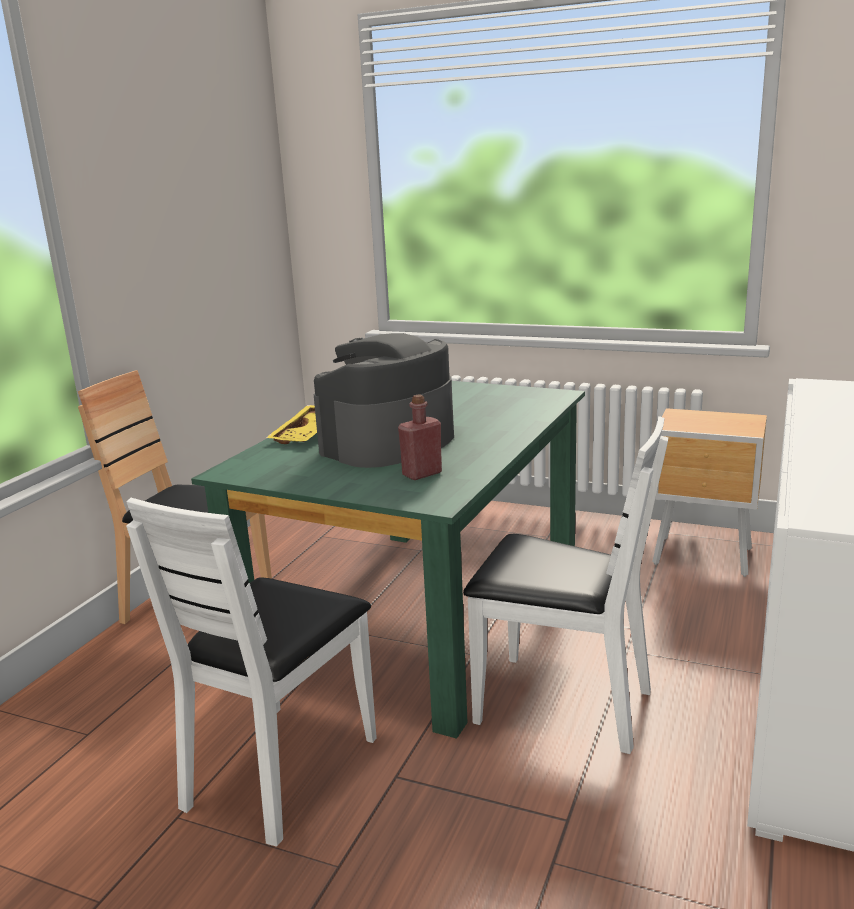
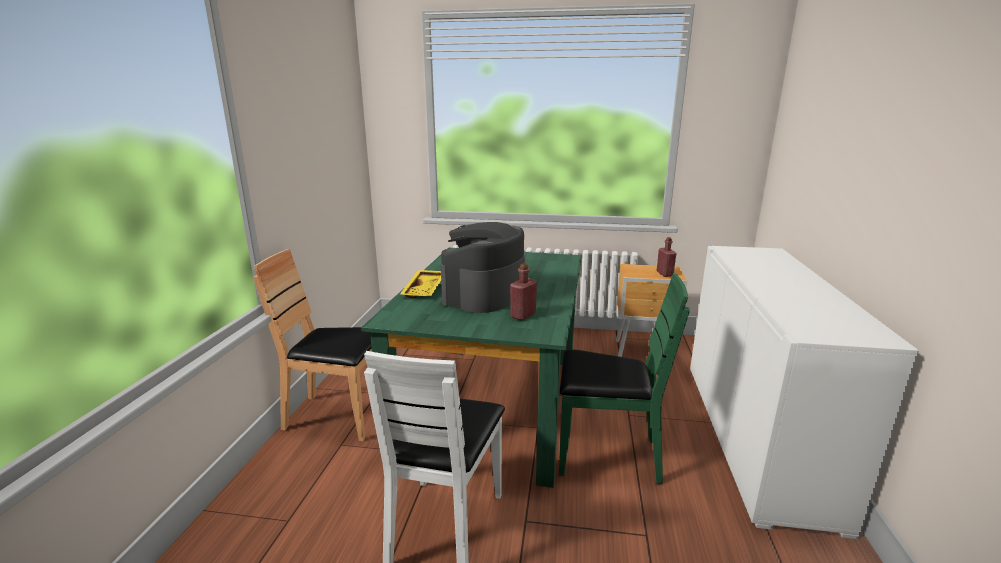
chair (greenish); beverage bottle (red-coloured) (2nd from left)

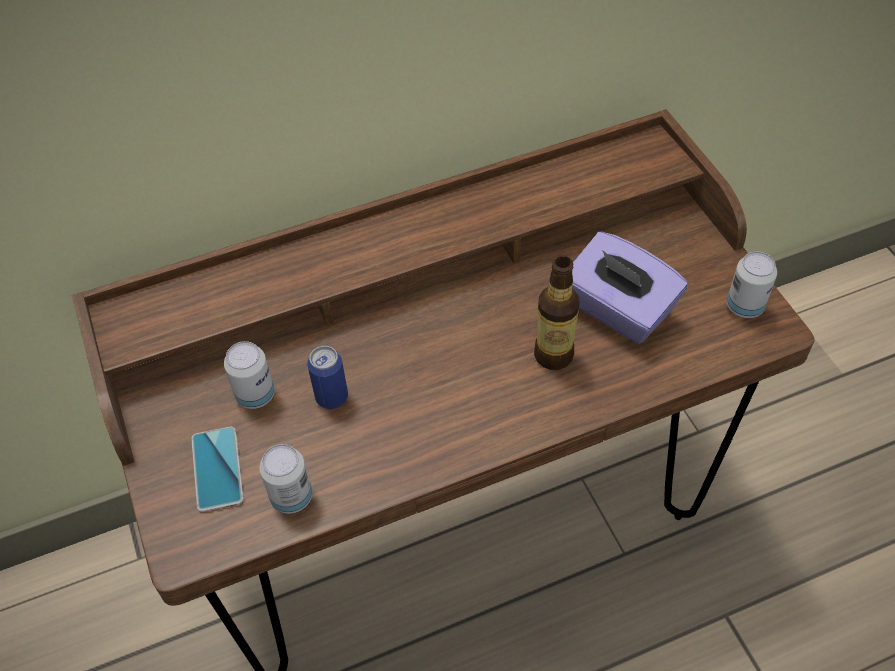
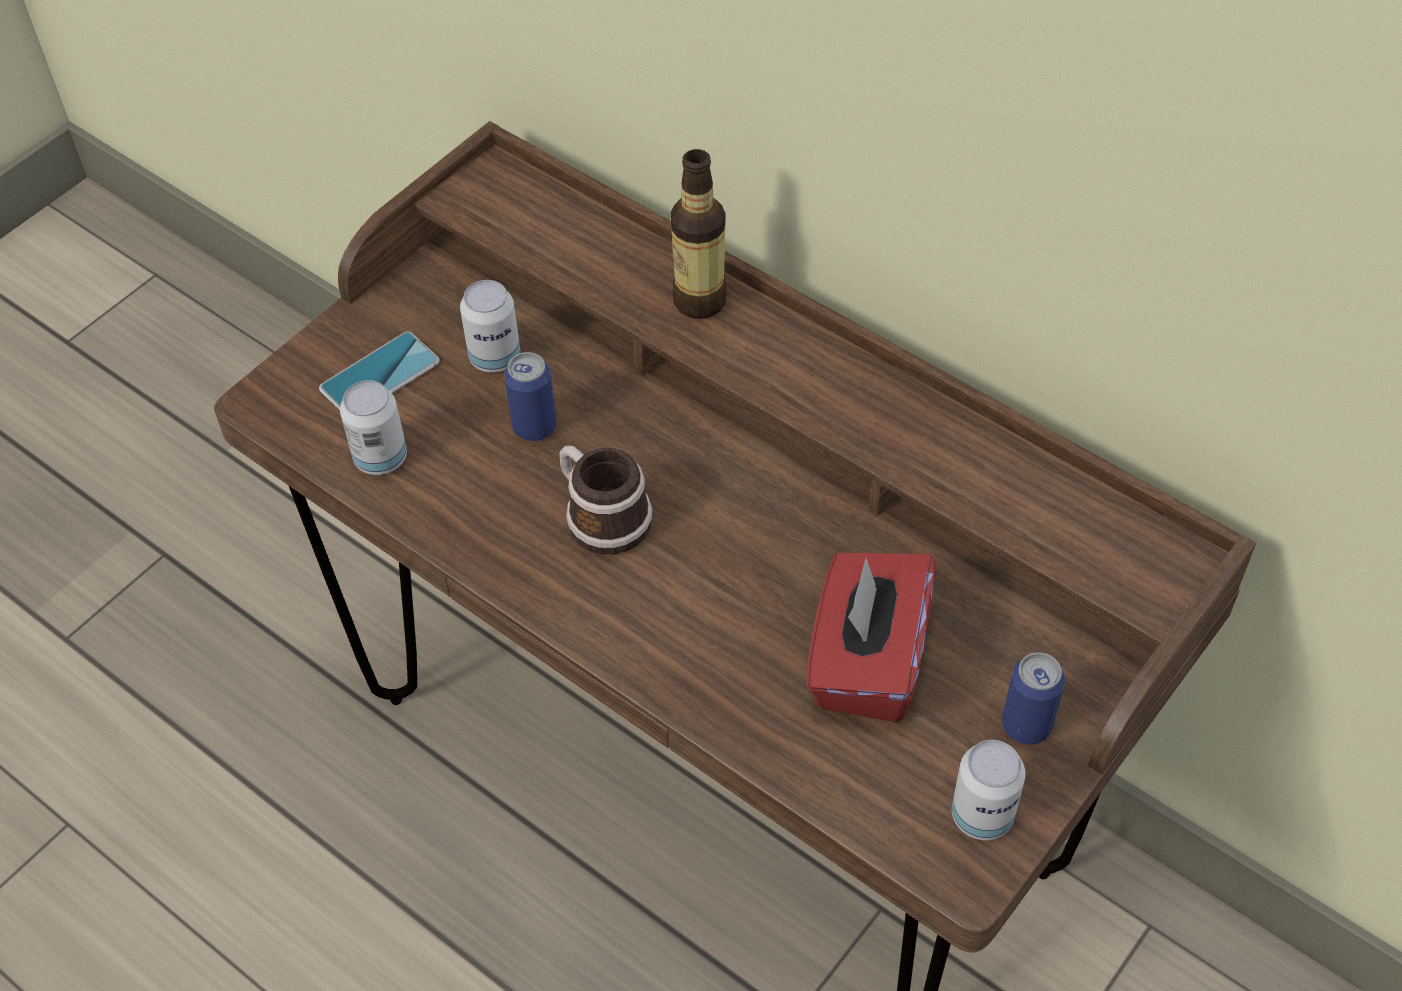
beverage bottle; tissue holder (red-coloured); mug; metal can (5th from left)

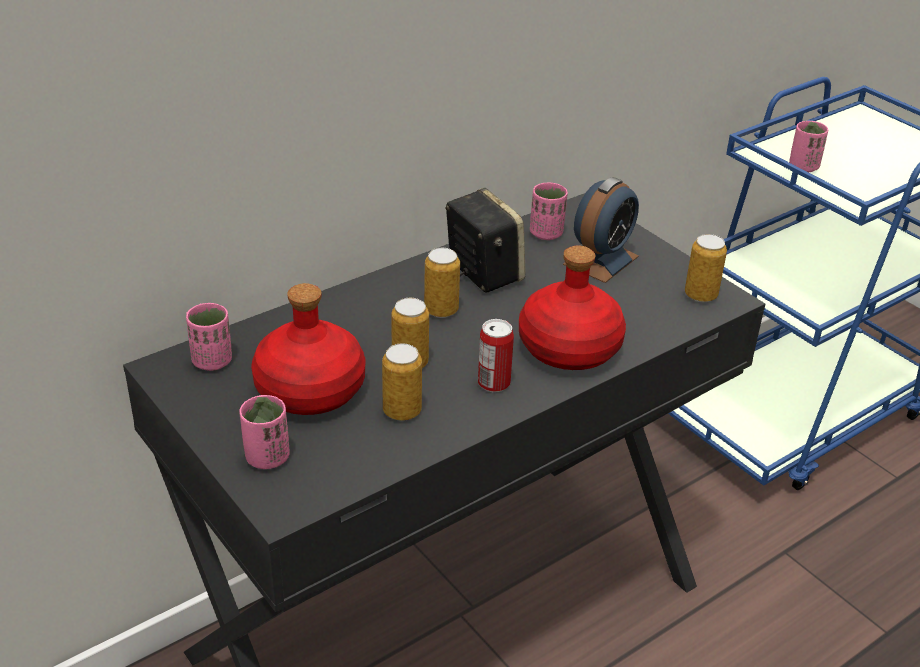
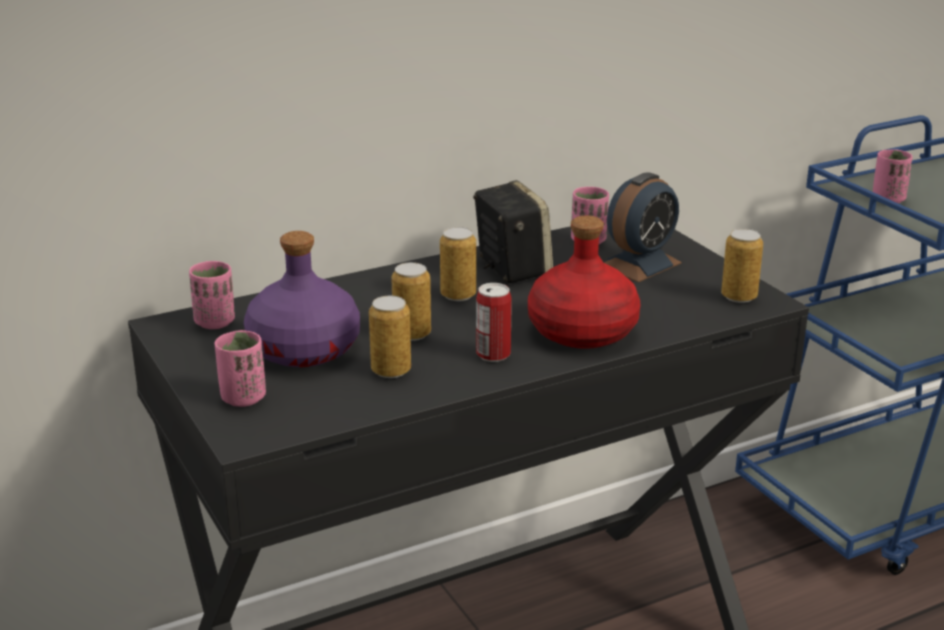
beverage bottle (purple-coloured)

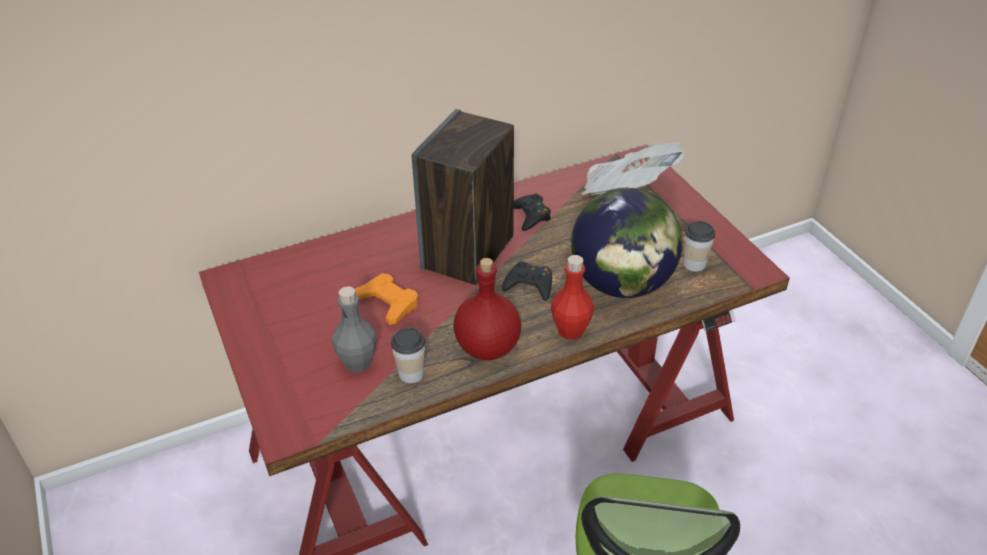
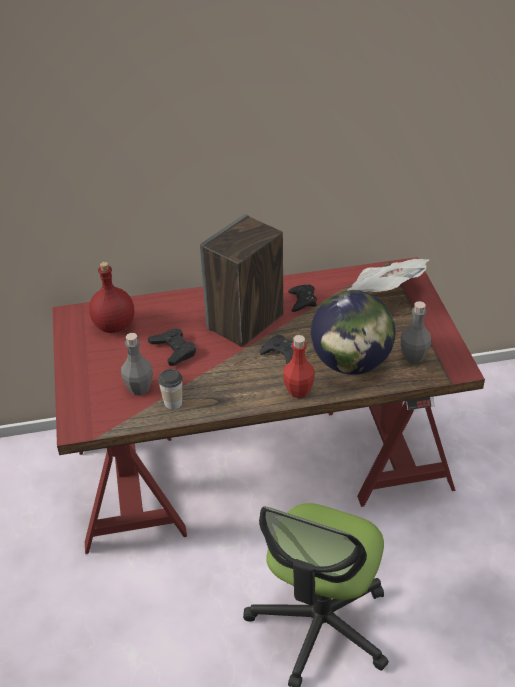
joypad (black-coloured) (1st from left); beverage bottle (red-coloured) (1st from left); beverage bottle (grey) (2nd from left)

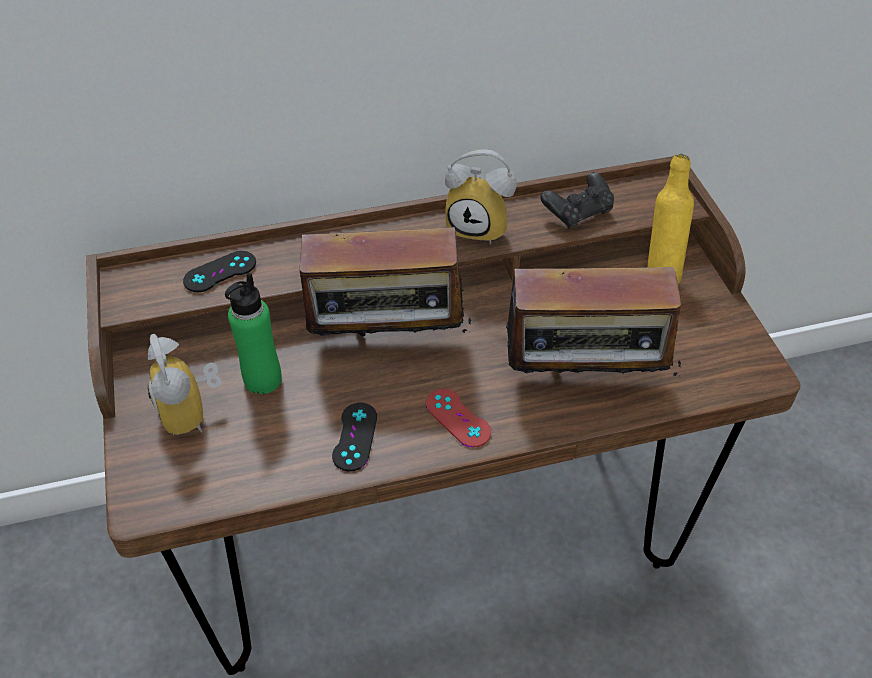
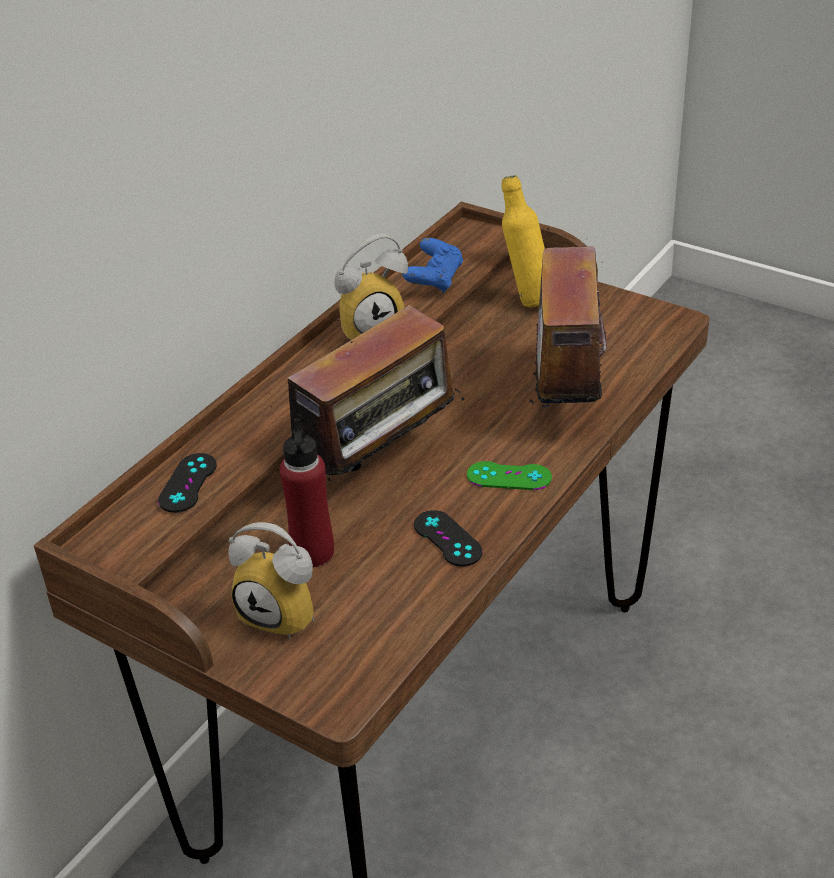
beverage bottle (red-coloured); joypad (greenish); radio (2nd from left); joypad (blue-coloured)

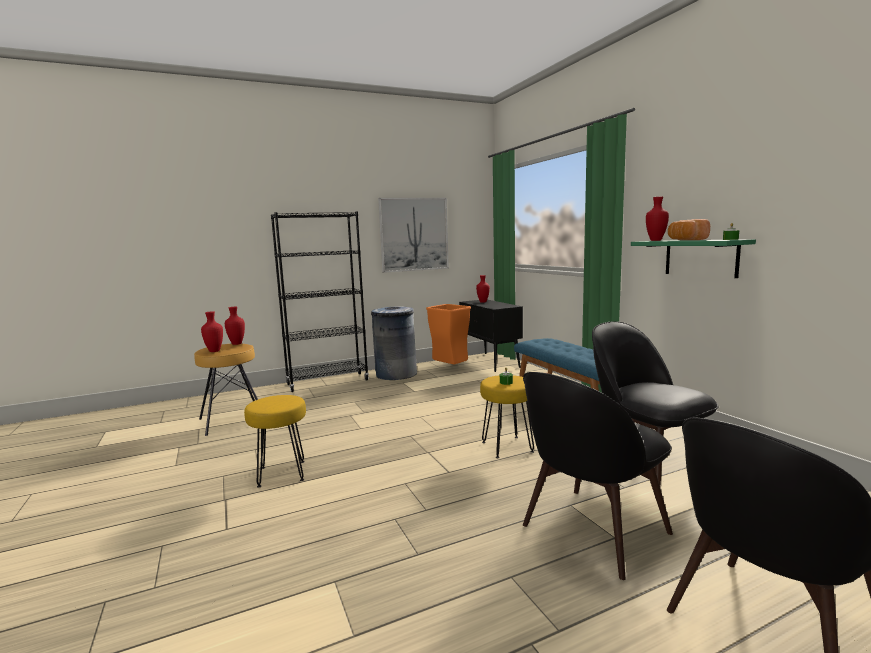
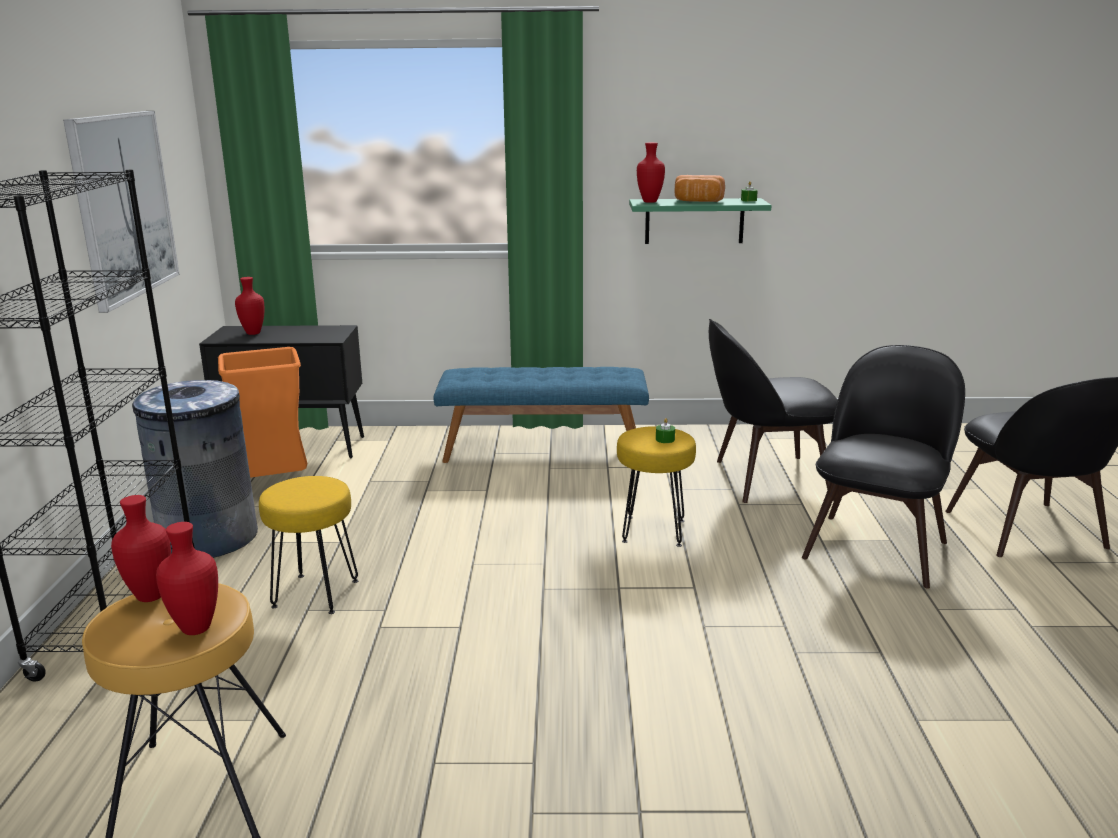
stool seat (yellow) (1st from left); chair (black-coloured) (2nd from left)

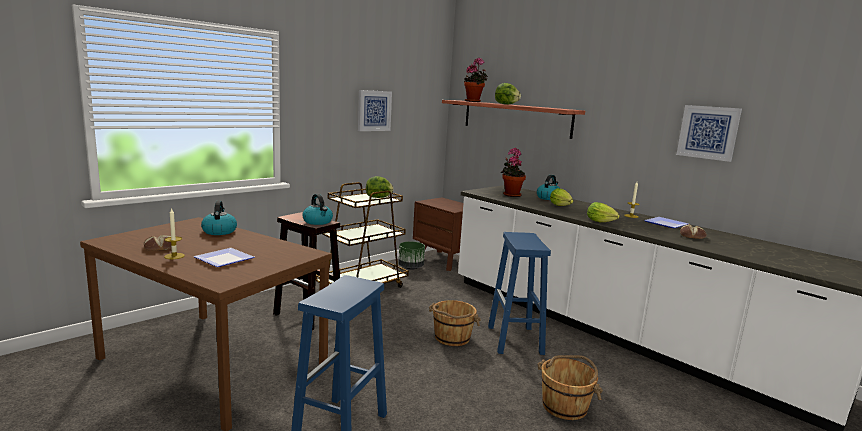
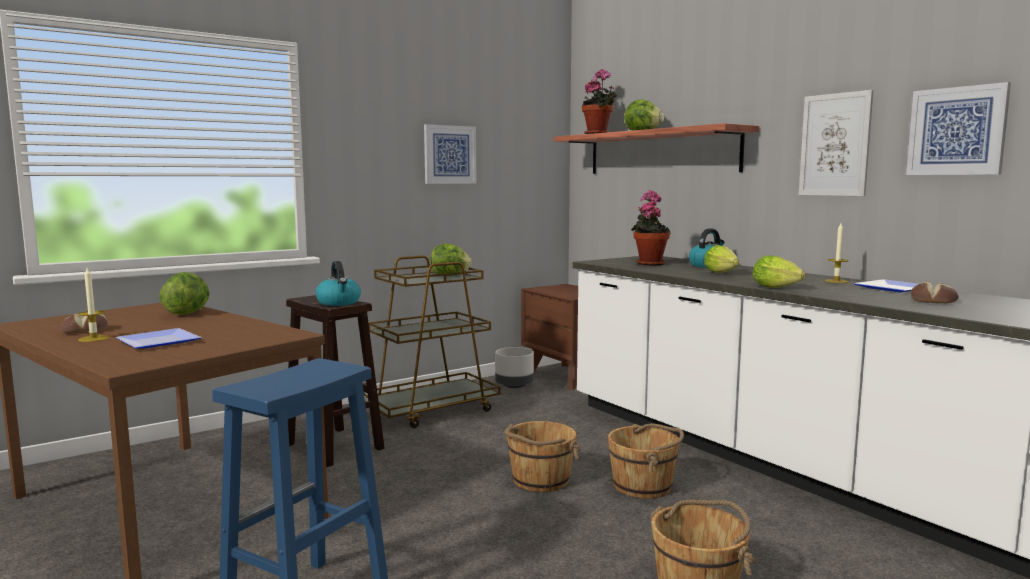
head of lettuce (1st from left); flower pot (grey); pail (brown) (2nd from left); picture (2nd from left)

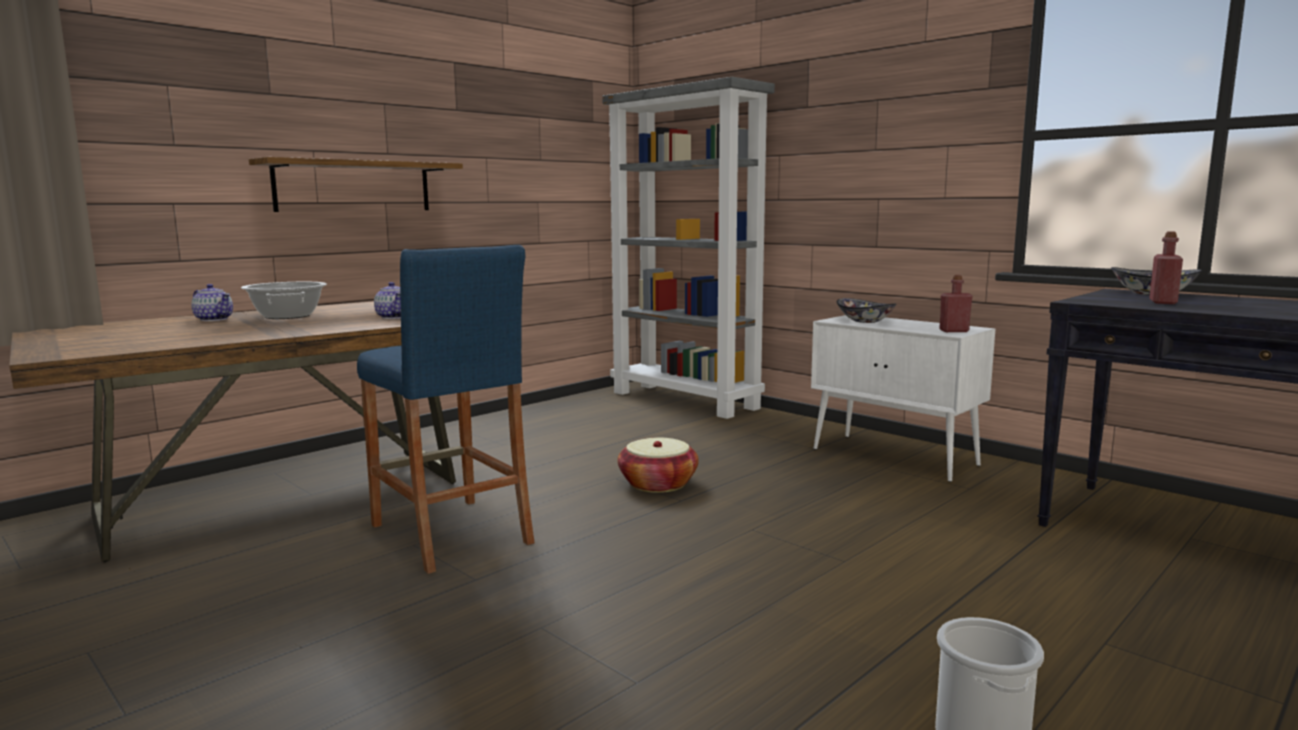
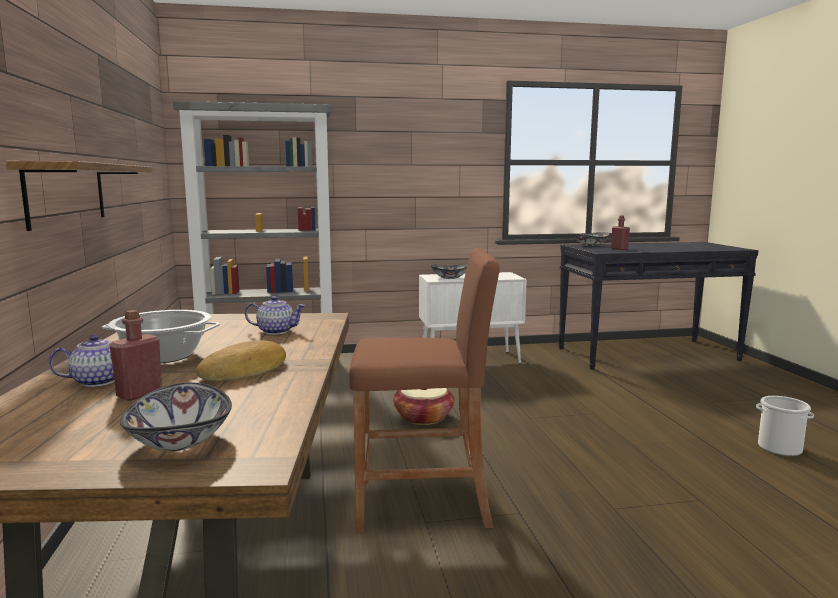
stool seat (brown); beverage bottle (red-coloured) (1st from left); bowl (1st from left); bread

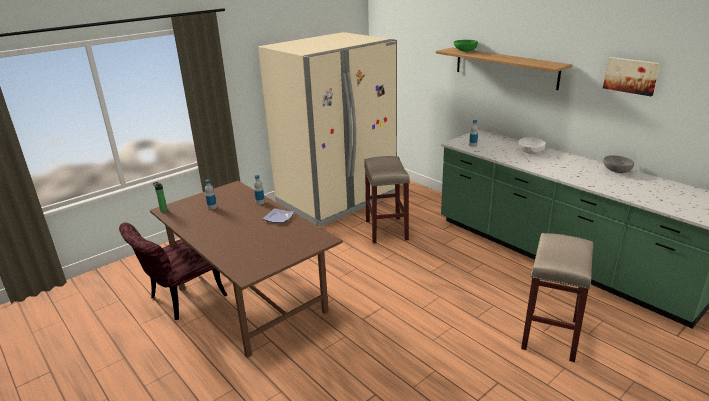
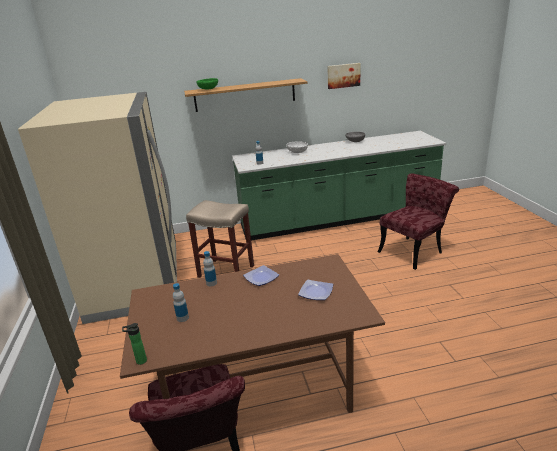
chair (red-coloured) (2nd from left); flat dish (2nd from left)

